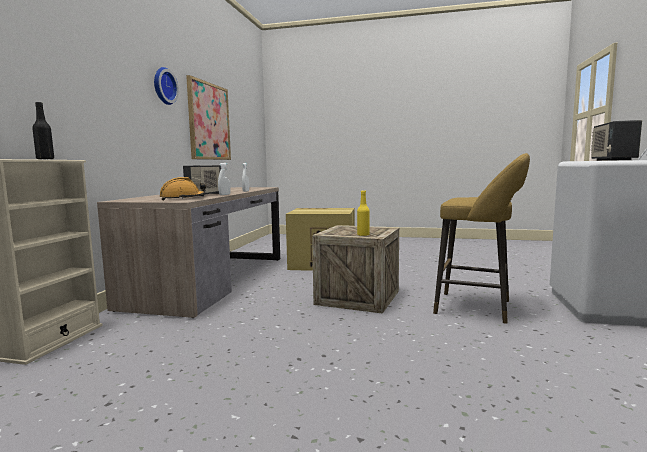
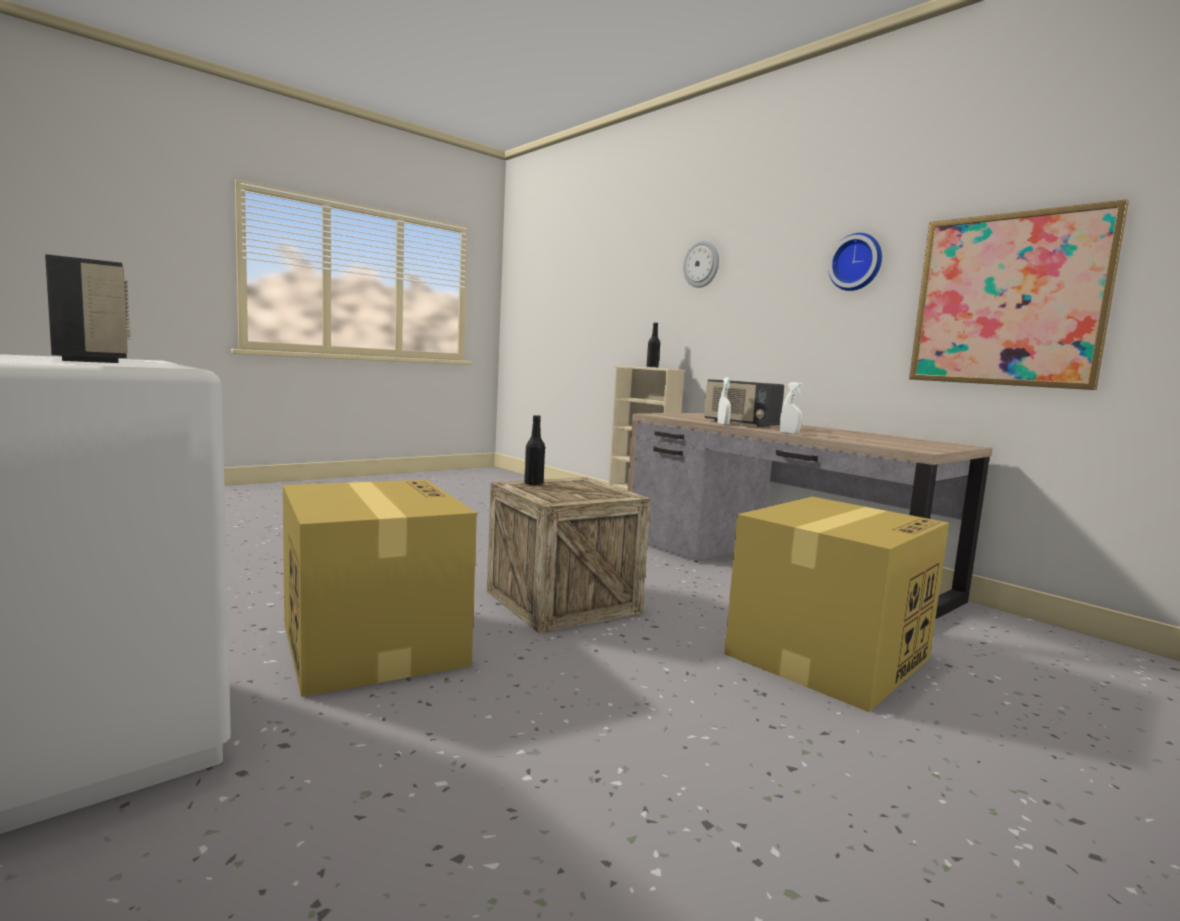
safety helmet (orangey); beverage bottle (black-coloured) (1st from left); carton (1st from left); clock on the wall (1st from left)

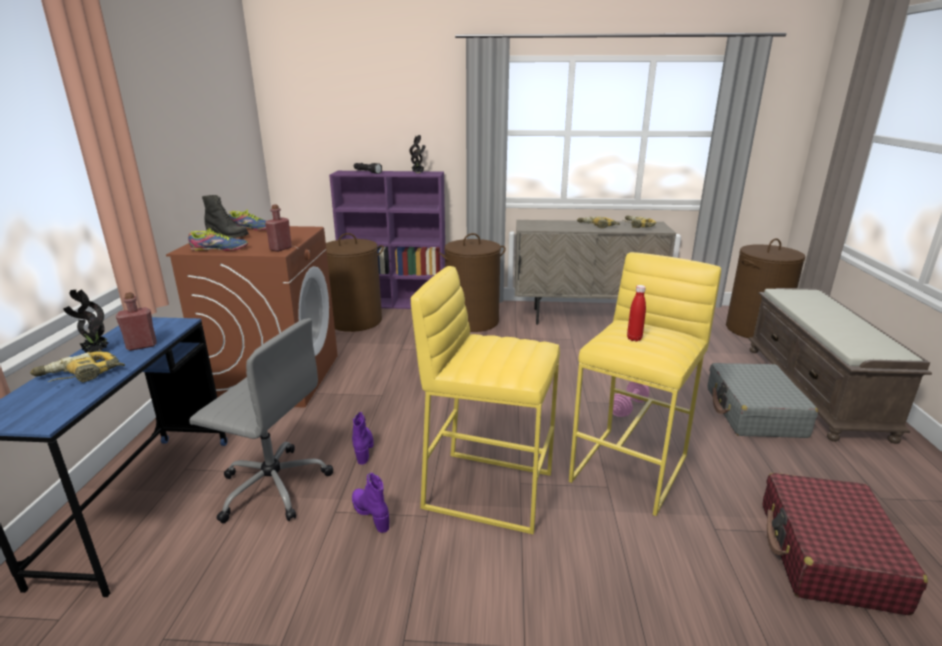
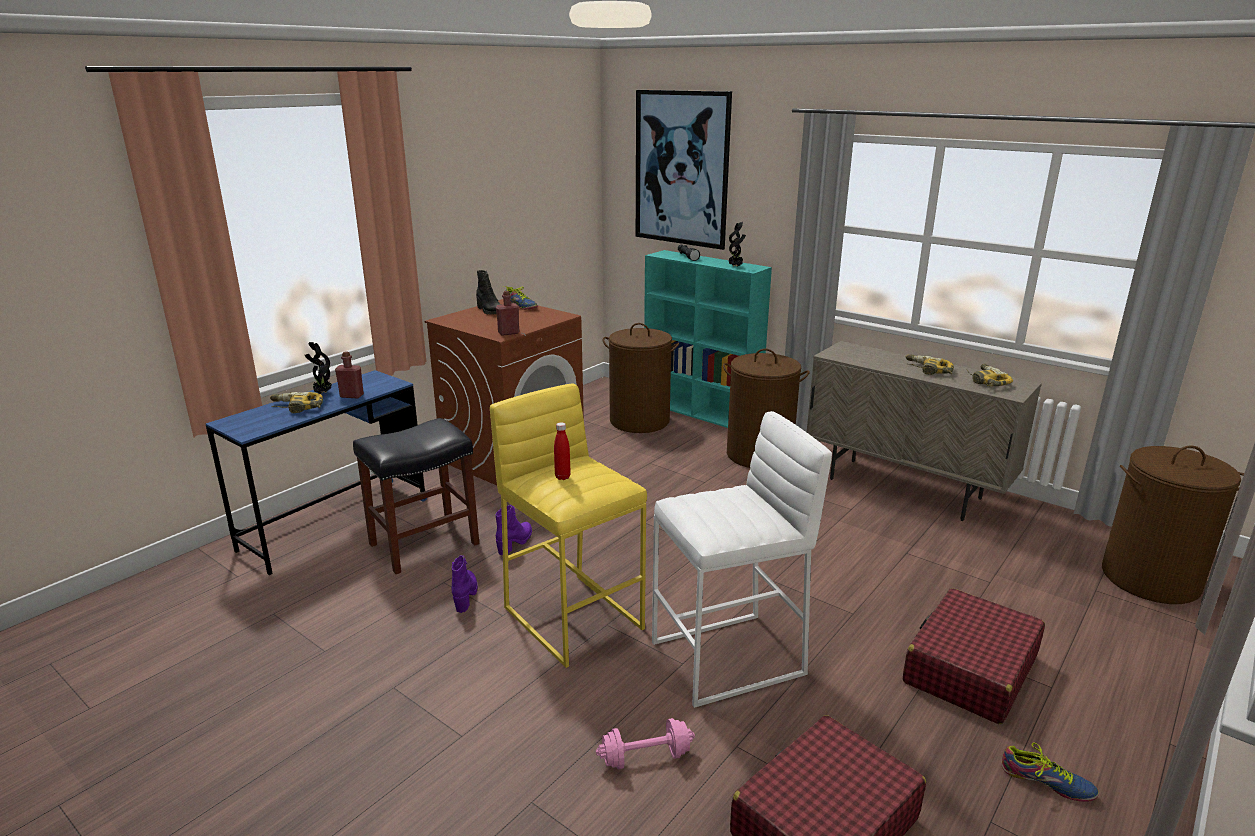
shoe (2nd from left); stool seat (black-coloured); bookshelf (turquoise-coloured); stool seat (white-coloured); free weight (pinkish); beverage bottle (red-coloured) (3rd from left); travel case (red-coloured) (2nd from left); long seat (brown); picture

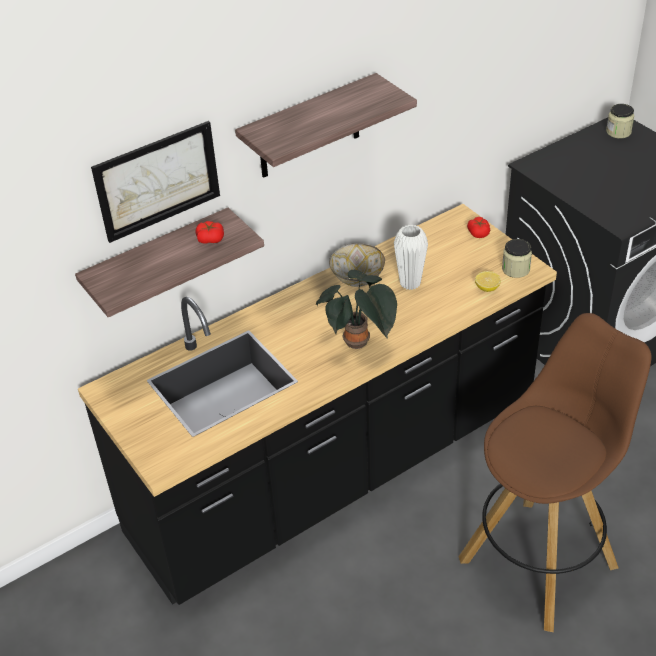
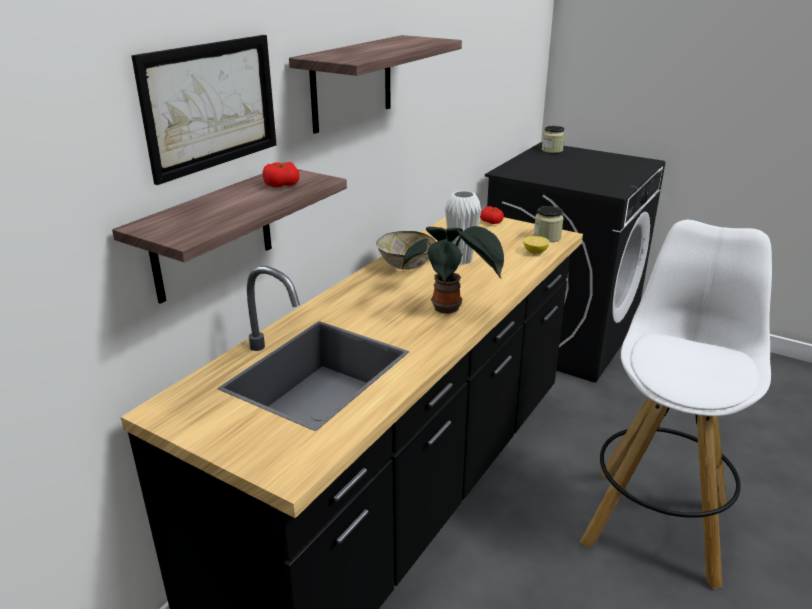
stool seat (white-coloured)

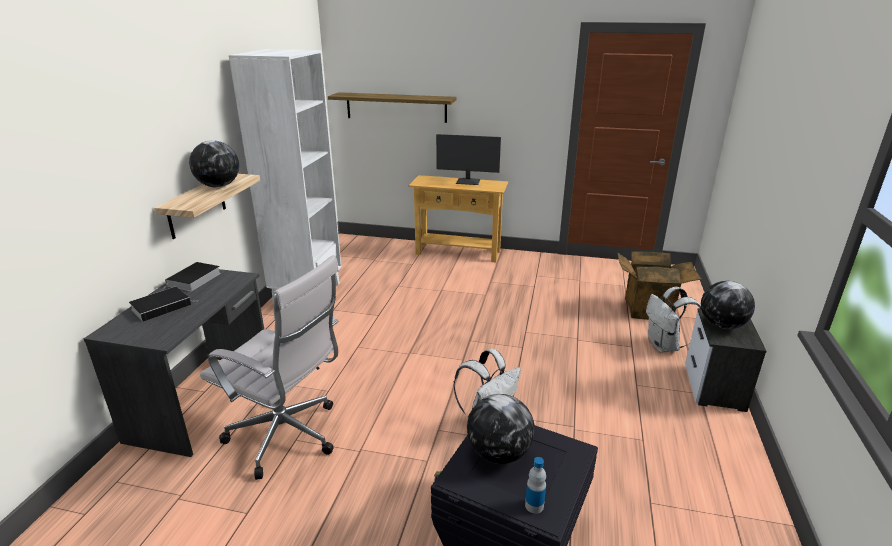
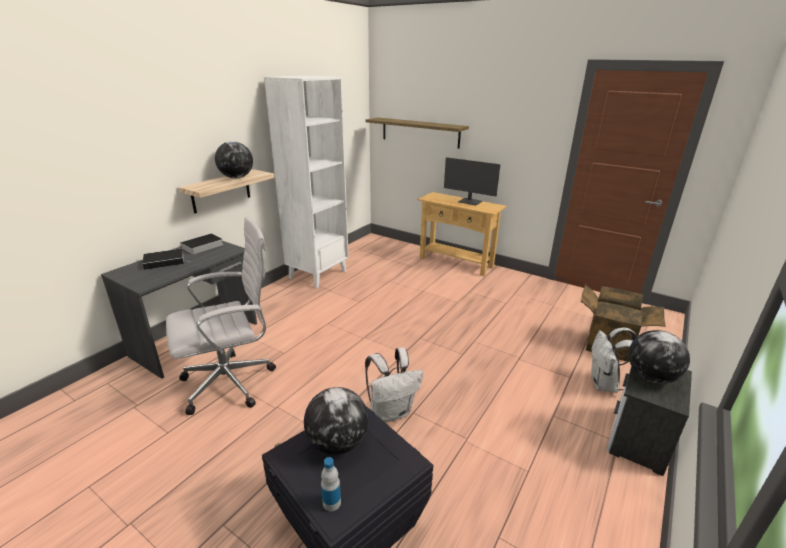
desk chair (white-coloured)

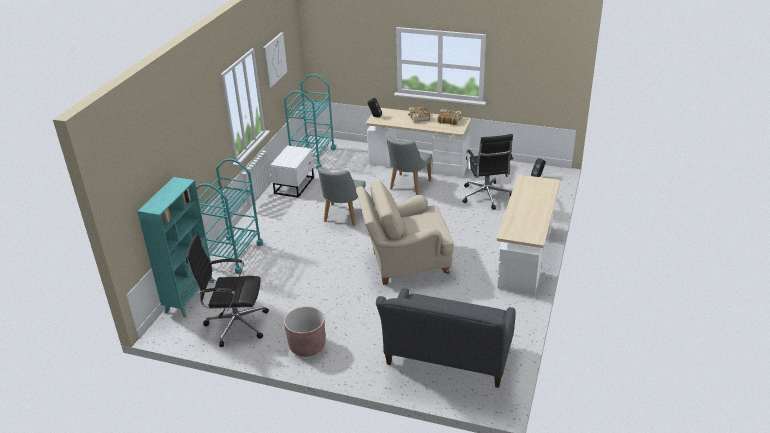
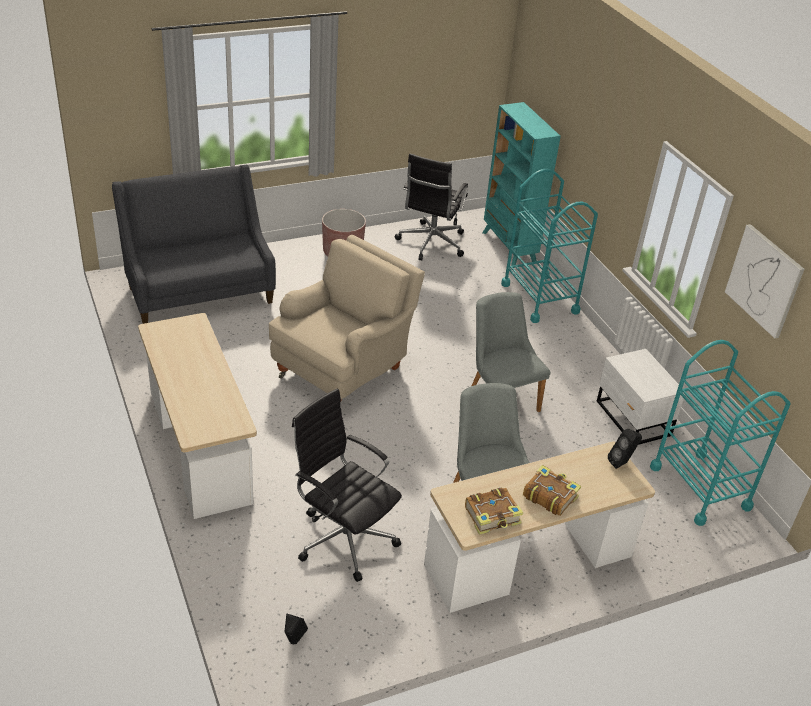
desk chair (black-coloured) (2nd from left)

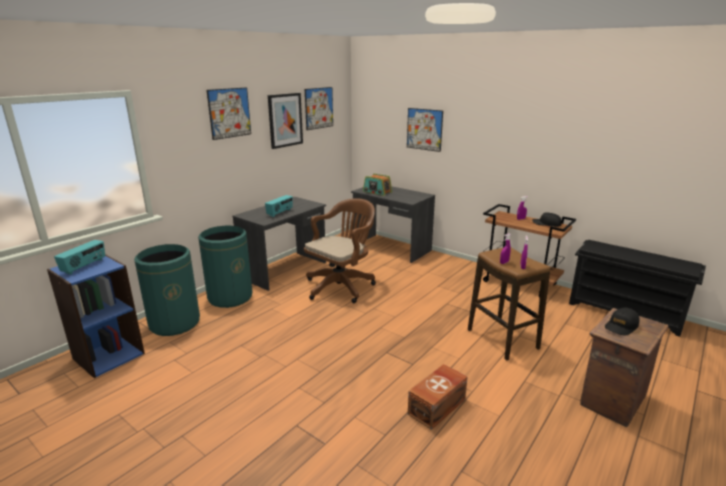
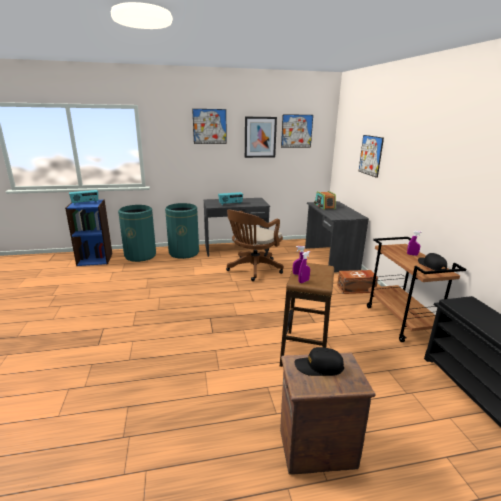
desk chair (brown); storage bin (brown)

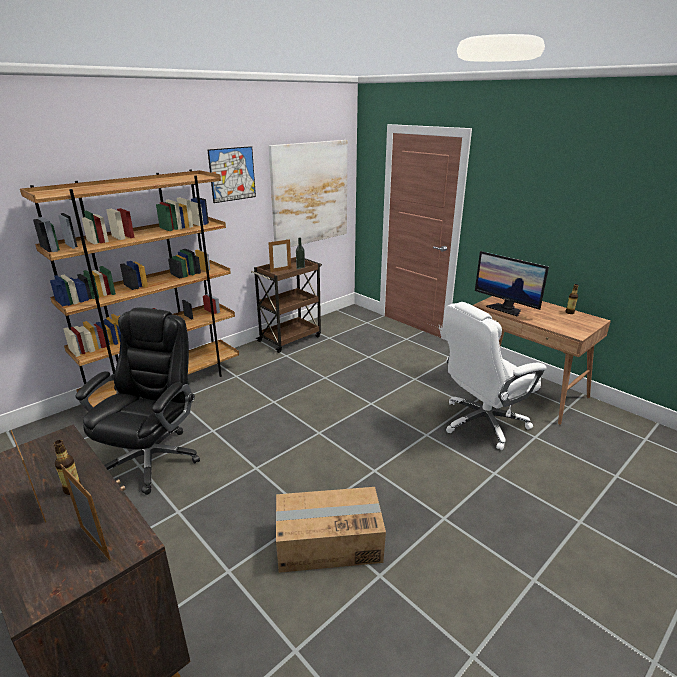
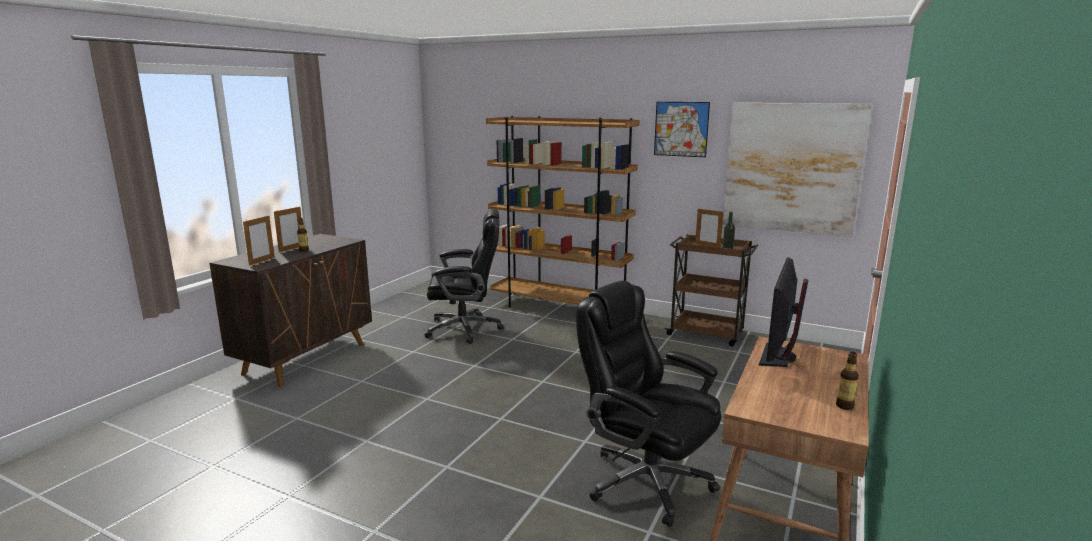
carton; desk chair (black-coloured) (2nd from left)

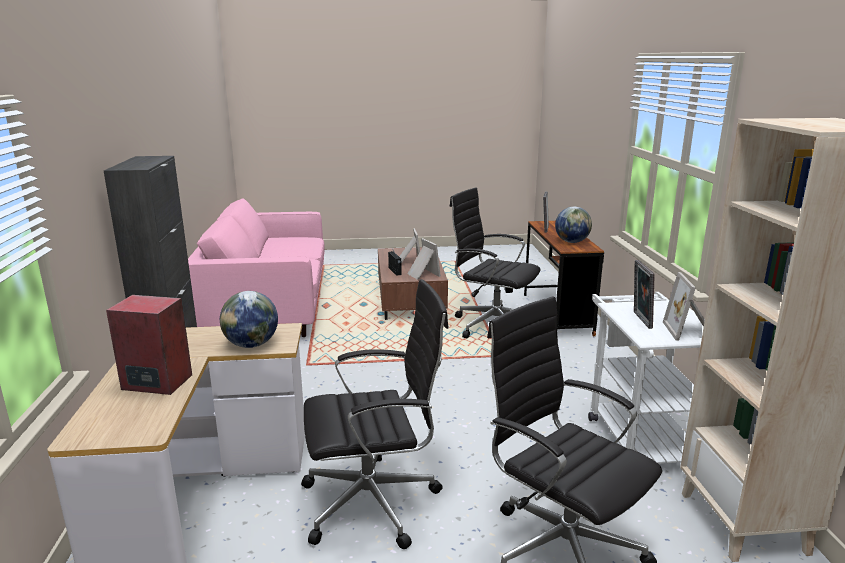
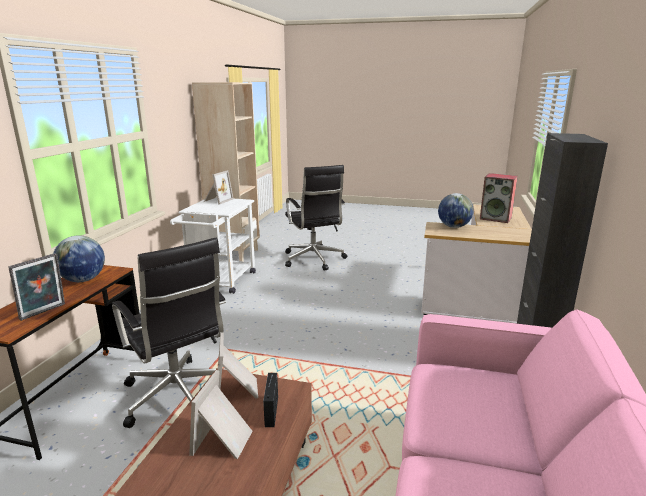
desk chair (black-coloured) (1st from left in the first image); standing frame (4th from left in the first image)

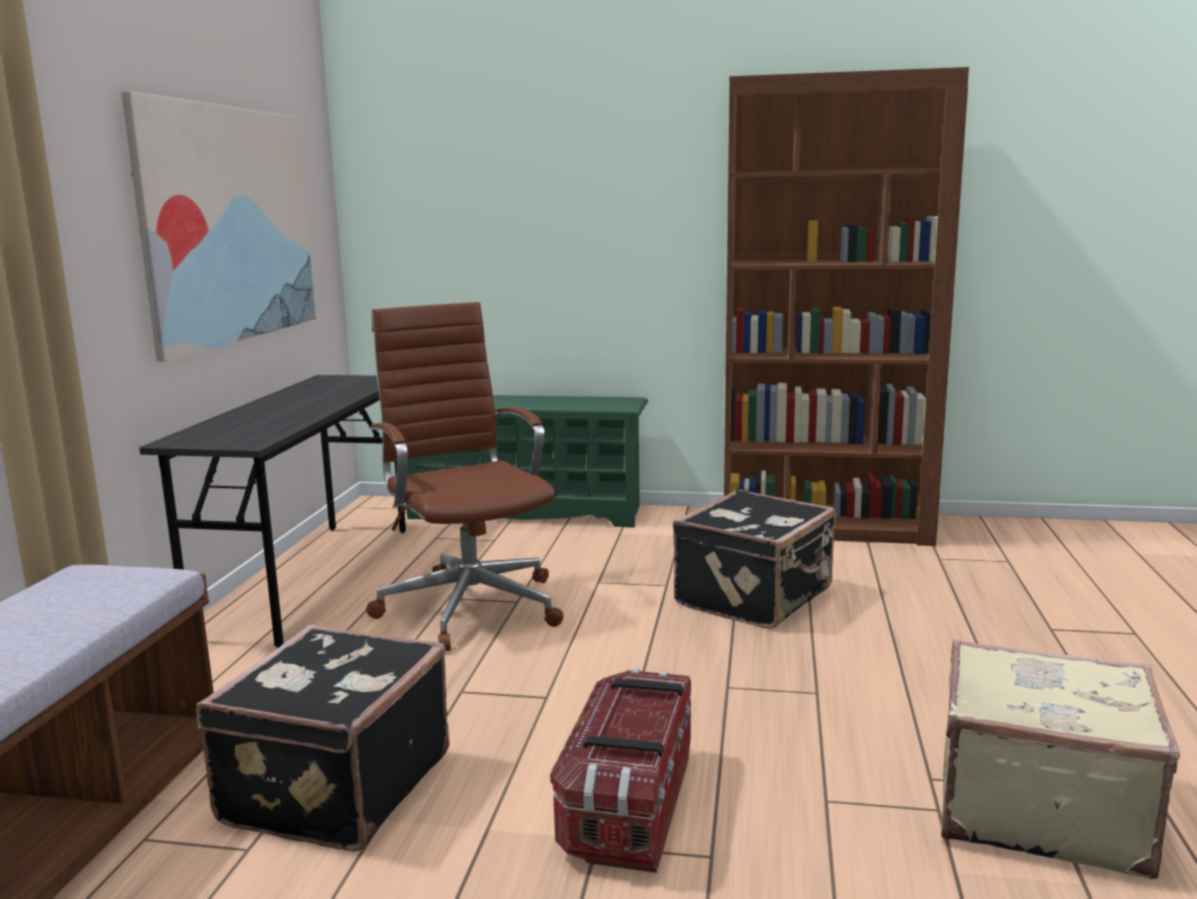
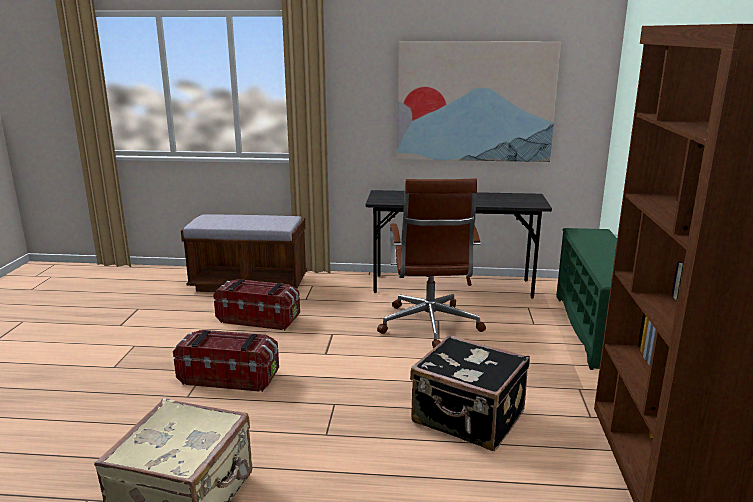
storage bin (2nd from left); desk chair (brown)

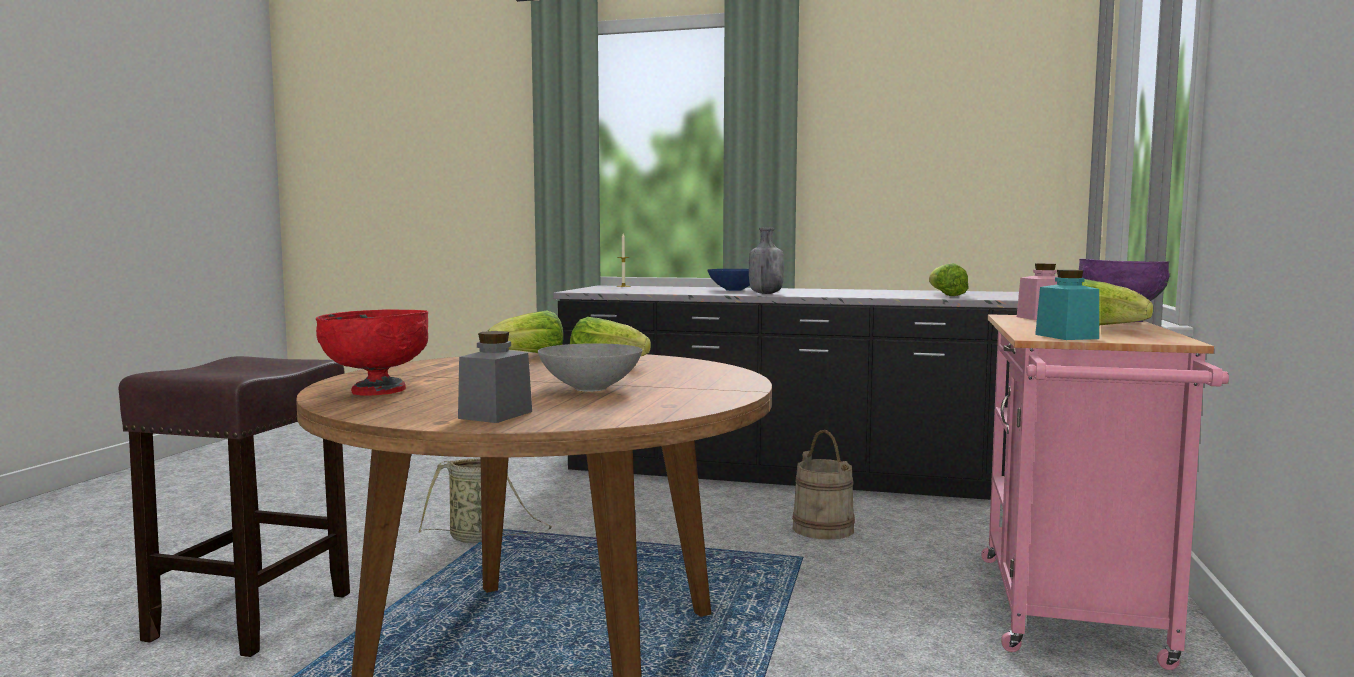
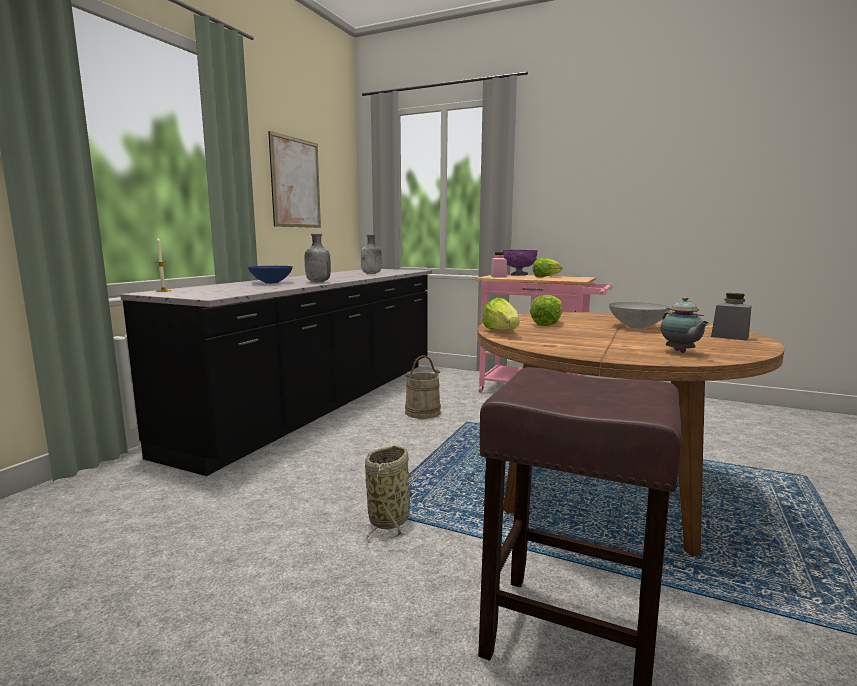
teapot; beverage bottle (grey) (2nd from left); preserve jar (turquoise-coloured); picture

